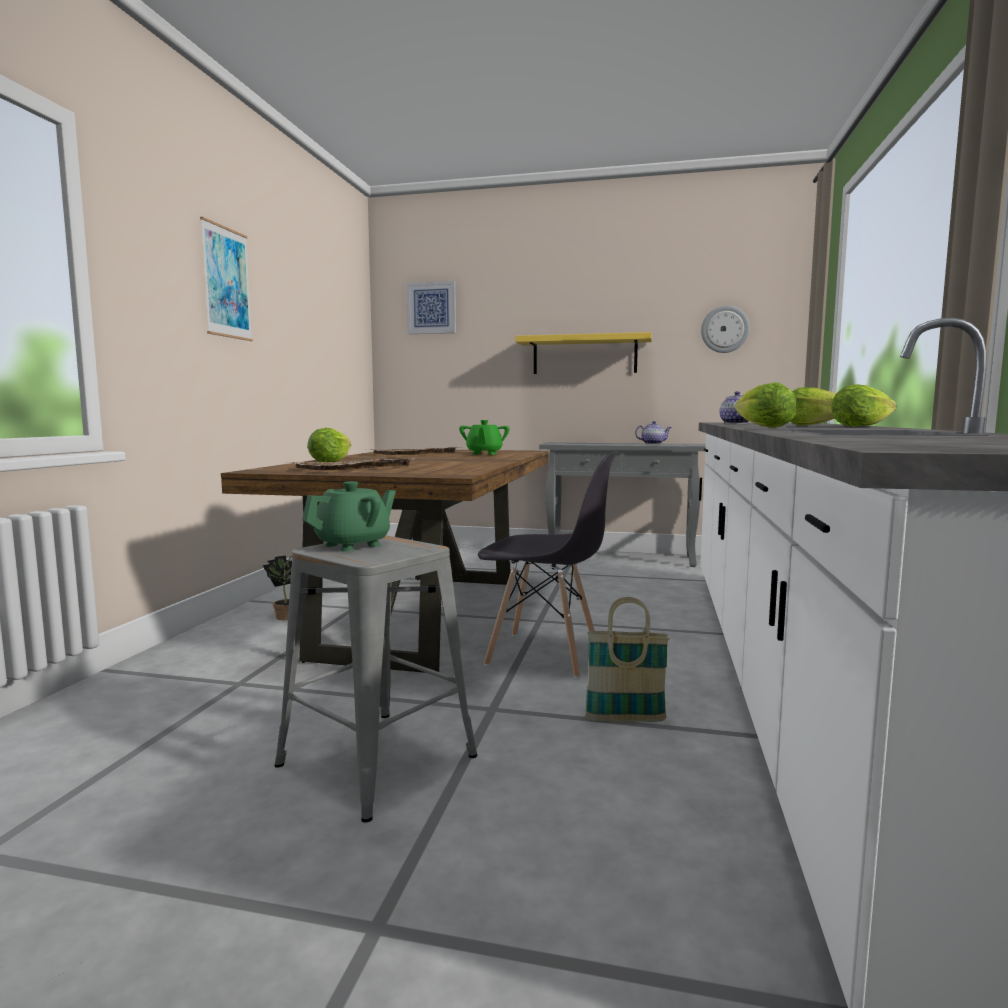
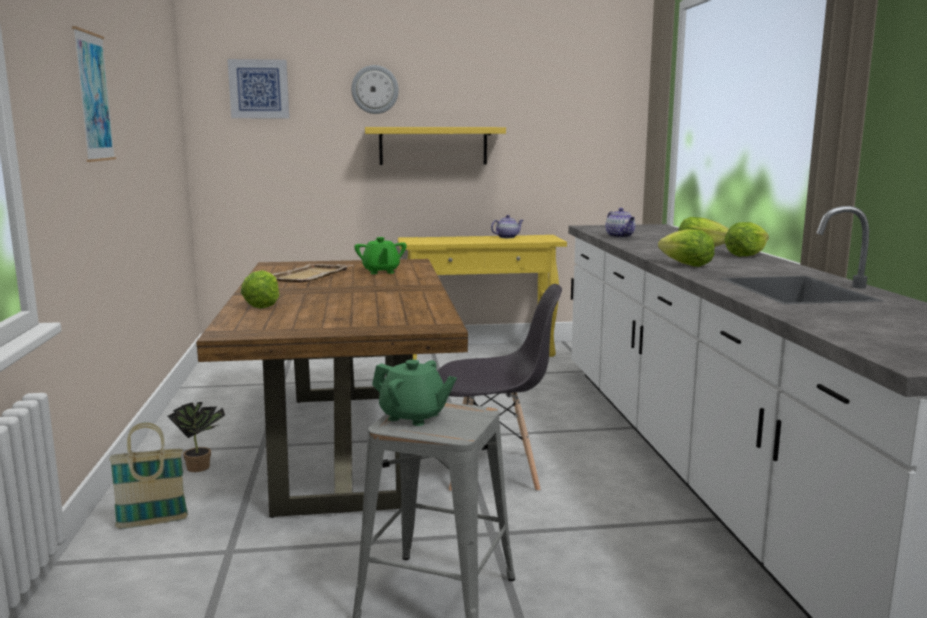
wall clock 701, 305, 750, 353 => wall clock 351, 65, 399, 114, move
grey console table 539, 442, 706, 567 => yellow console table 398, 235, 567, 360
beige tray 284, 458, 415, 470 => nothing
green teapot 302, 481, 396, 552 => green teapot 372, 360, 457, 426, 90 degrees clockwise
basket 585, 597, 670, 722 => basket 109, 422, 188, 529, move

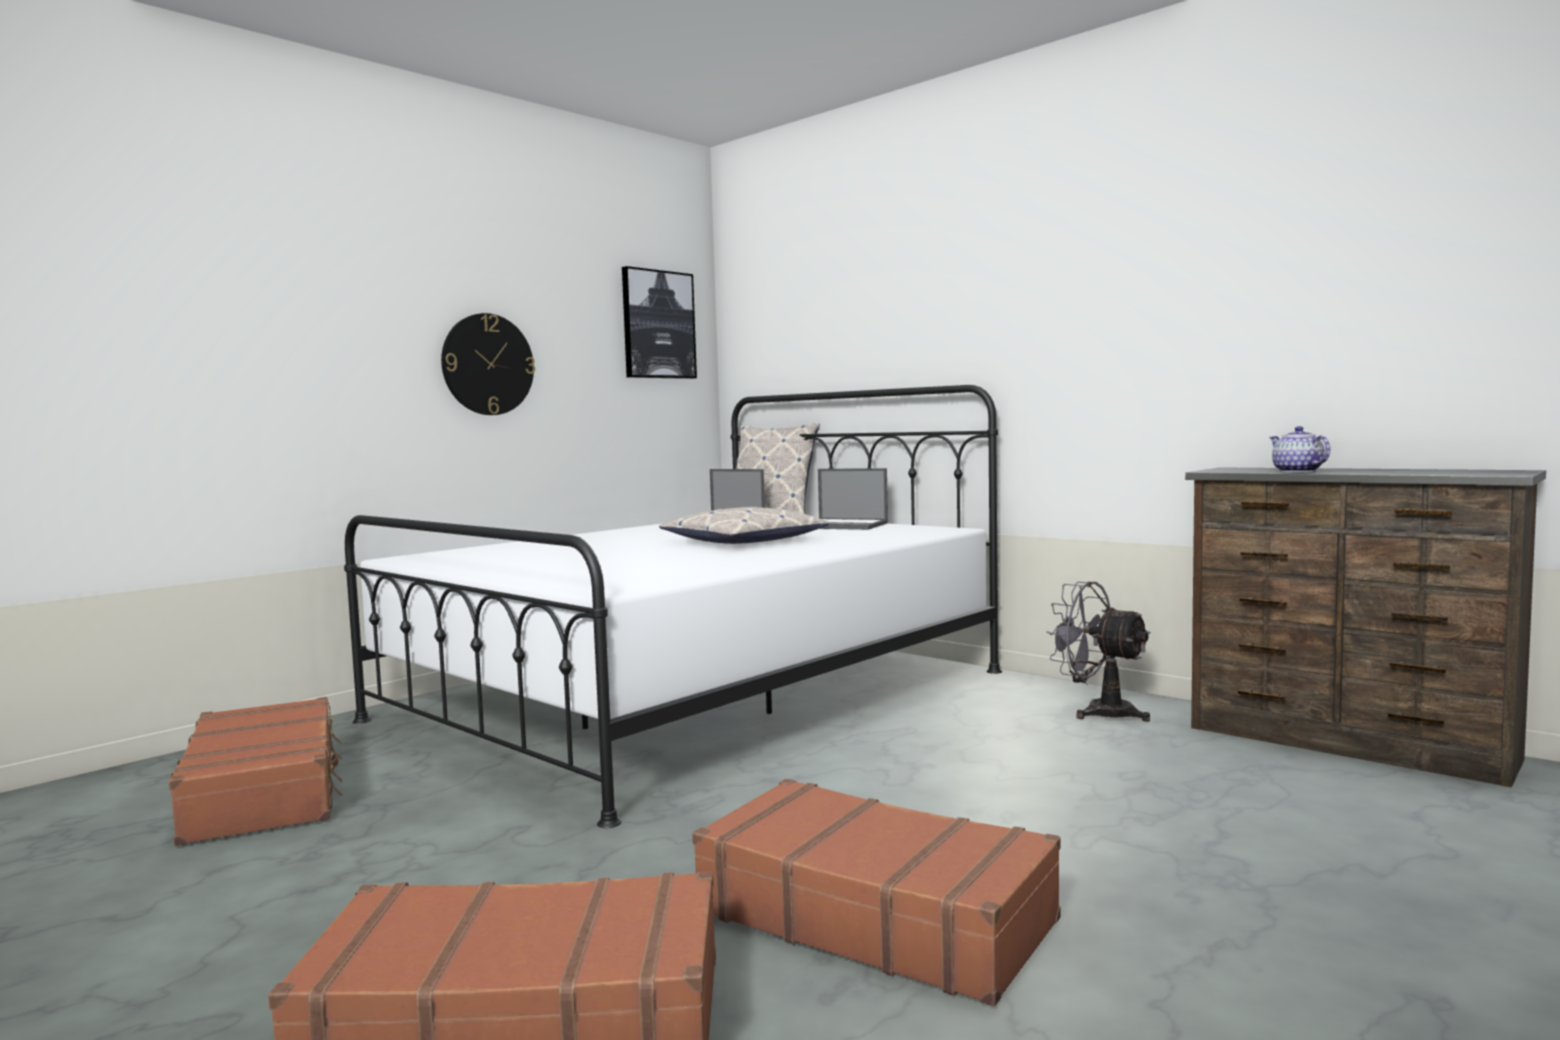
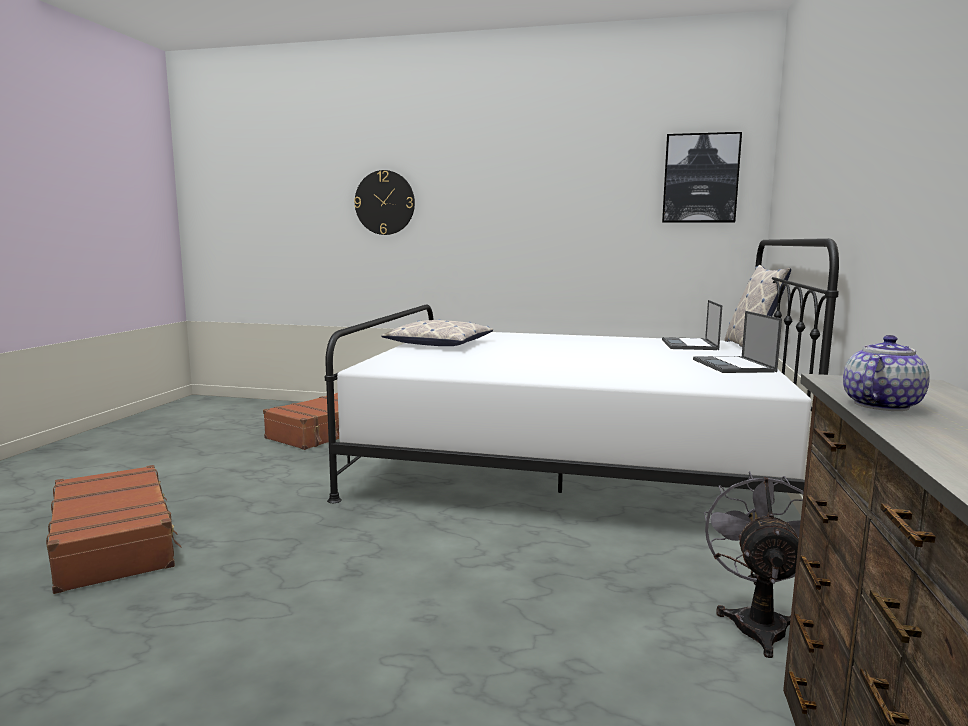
wall clock 441, 313, 535, 415 => wall clock 354, 170, 415, 235, move
pillow 659, 506, 830, 544 => pillow 381, 319, 493, 346, move
brown suitcase 692, 779, 1060, 1006 => nothing

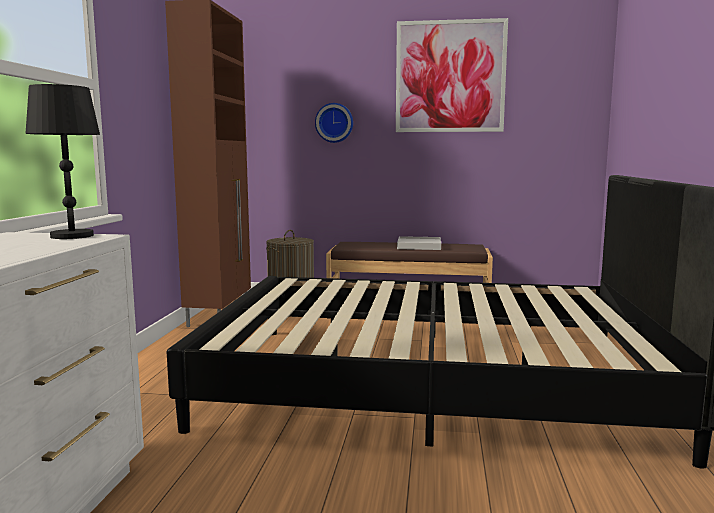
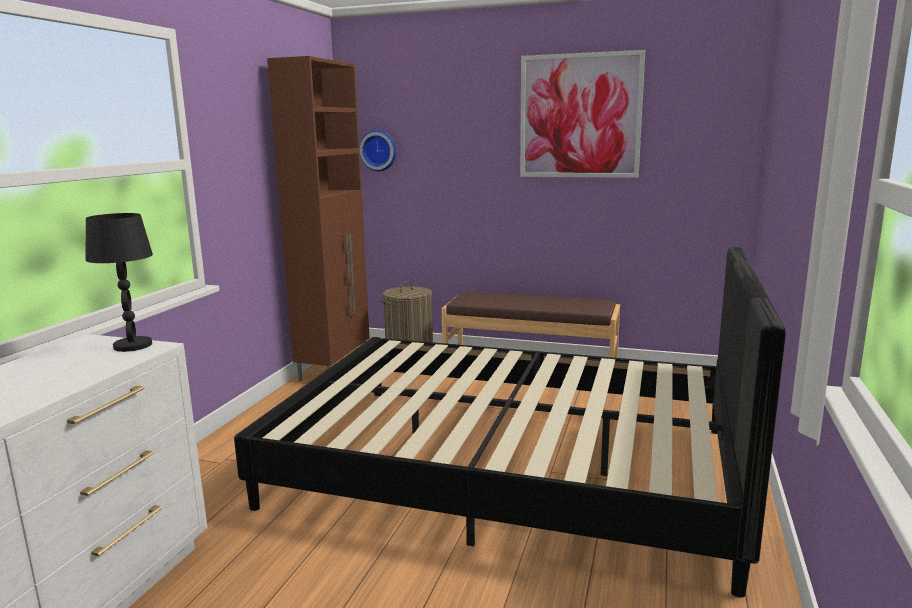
wall clock 315, 103, 353, 143 => wall clock 359, 130, 396, 171, move
white tray 397, 236, 441, 250 => nothing

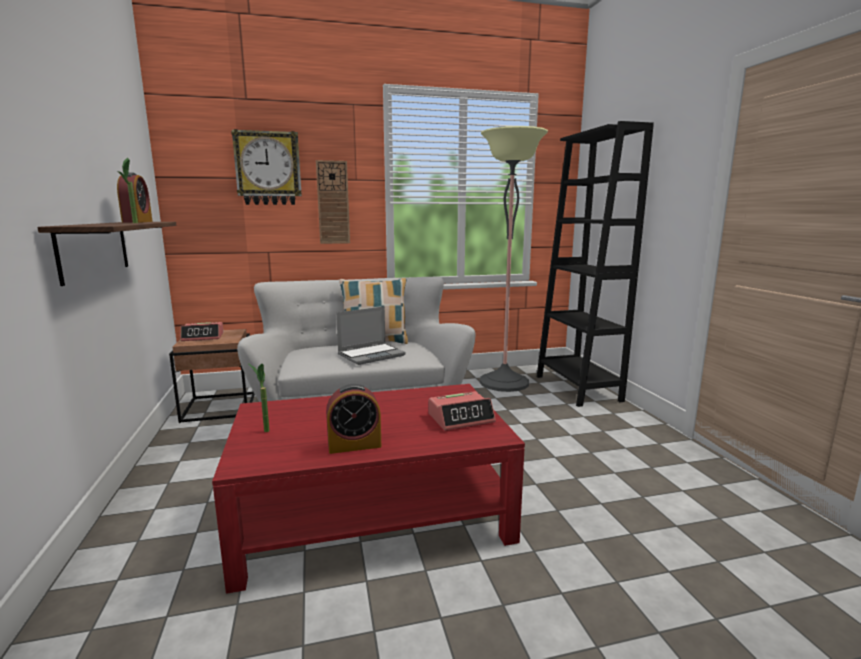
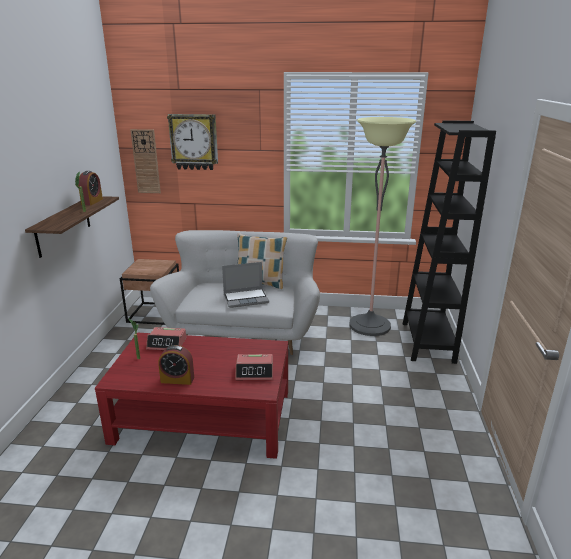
wall clock 316, 160, 350, 244 => wall clock 130, 129, 161, 193, move
alarm clock 180, 322, 224, 341 => alarm clock 146, 327, 186, 350, move

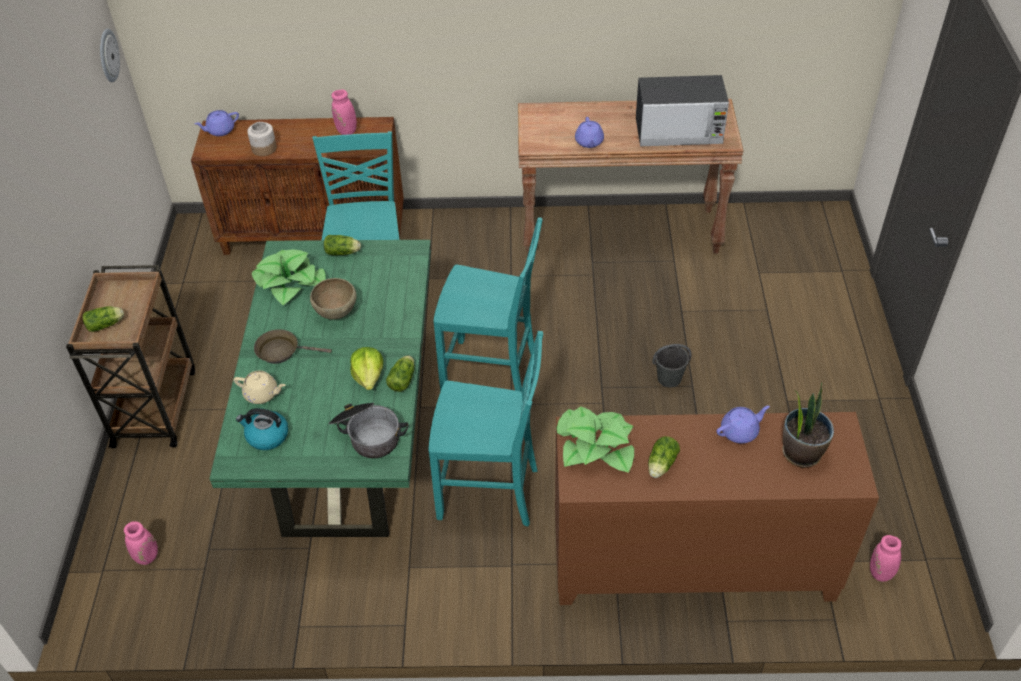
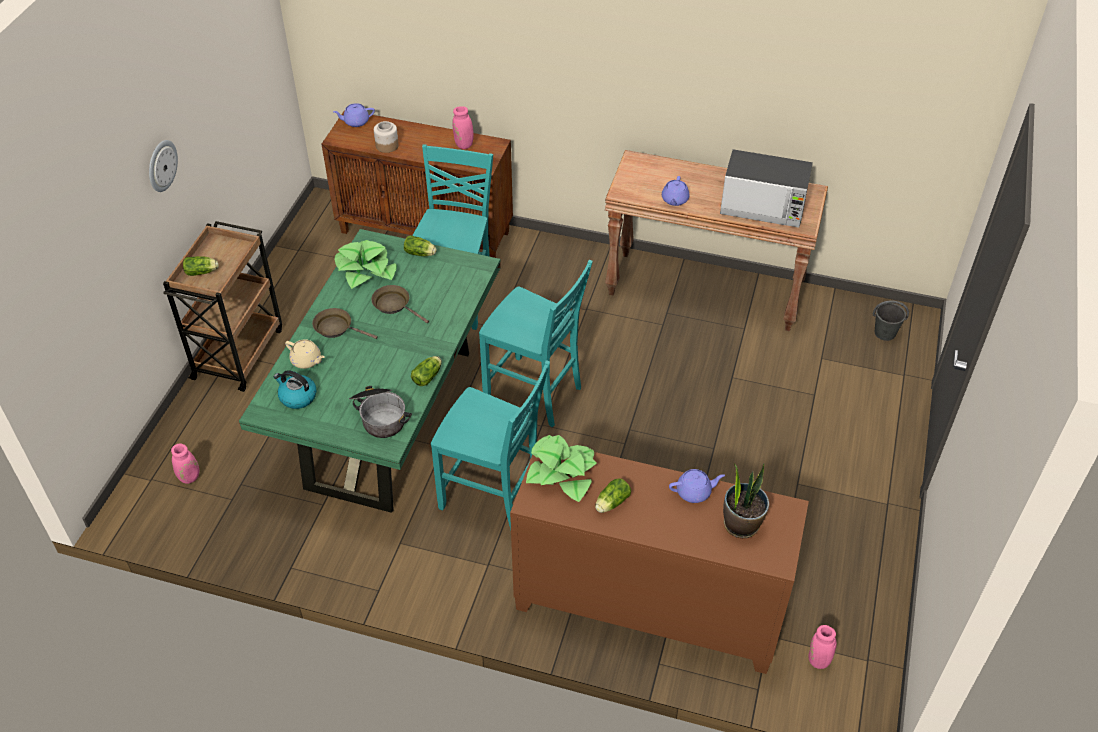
wall clock 100, 29, 120, 82 => wall clock 149, 140, 178, 192, move
brown bowl 310, 278, 357, 319 => brown frying pan 371, 285, 429, 323
grey bucket 652, 344, 691, 388 => grey bucket 873, 301, 909, 341, move
lettuce 350, 347, 383, 390 => nothing

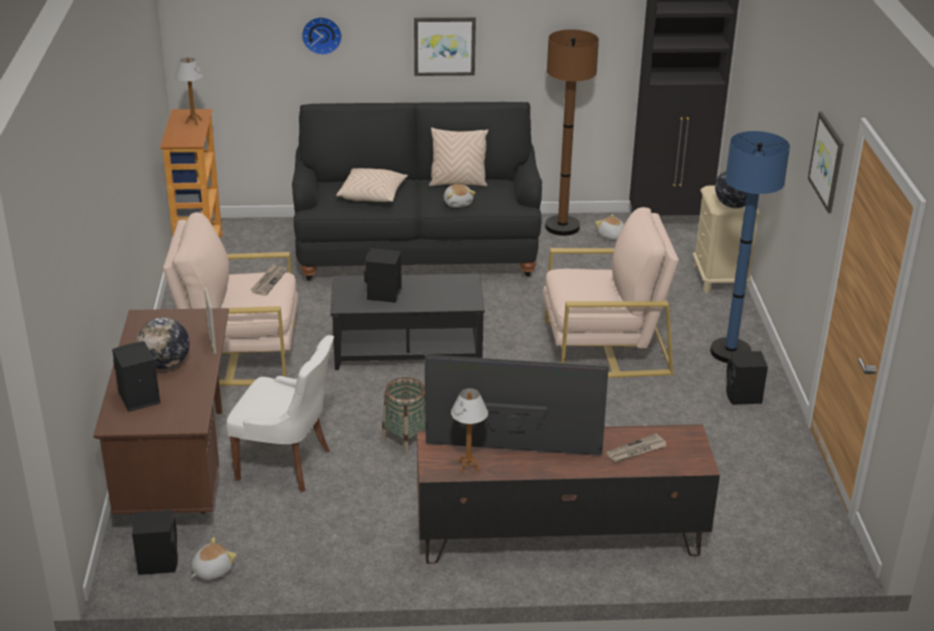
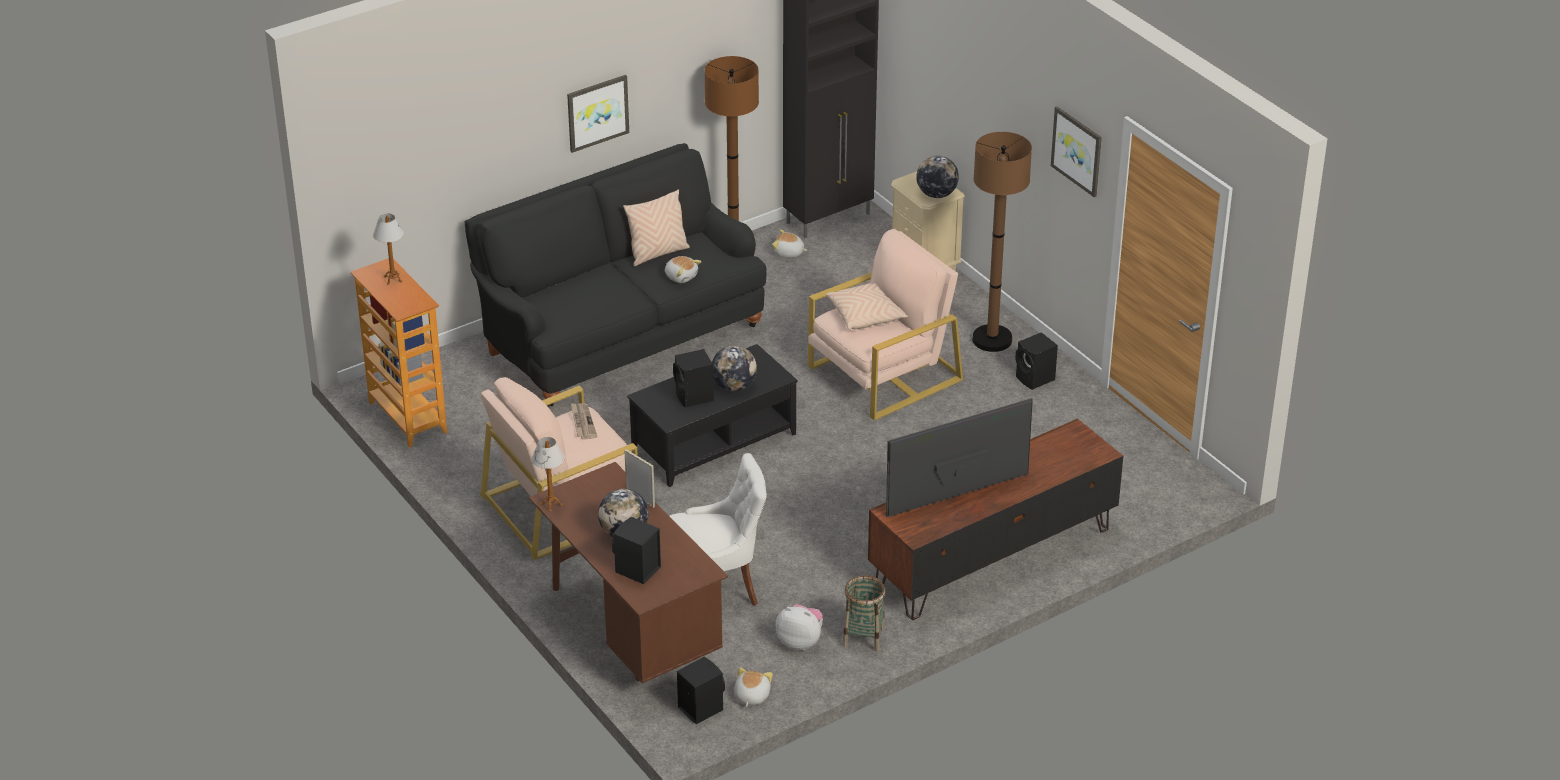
wall clock 302, 17, 342, 55 => nothing
blue floor lamp 710, 131, 790, 363 => brown floor lamp 972, 132, 1032, 352
beige pillow 336, 168, 408, 202 => beige pillow 826, 283, 908, 330, move
basket 381, 377, 426, 455 => basket 842, 575, 885, 652, move
table lamp 451, 388, 488, 473 => table lamp 531, 437, 565, 512, move
newspaper 606, 434, 667, 462 => nothing
nothing => globe 712, 345, 757, 391
nothing => plush toy 776, 604, 823, 650

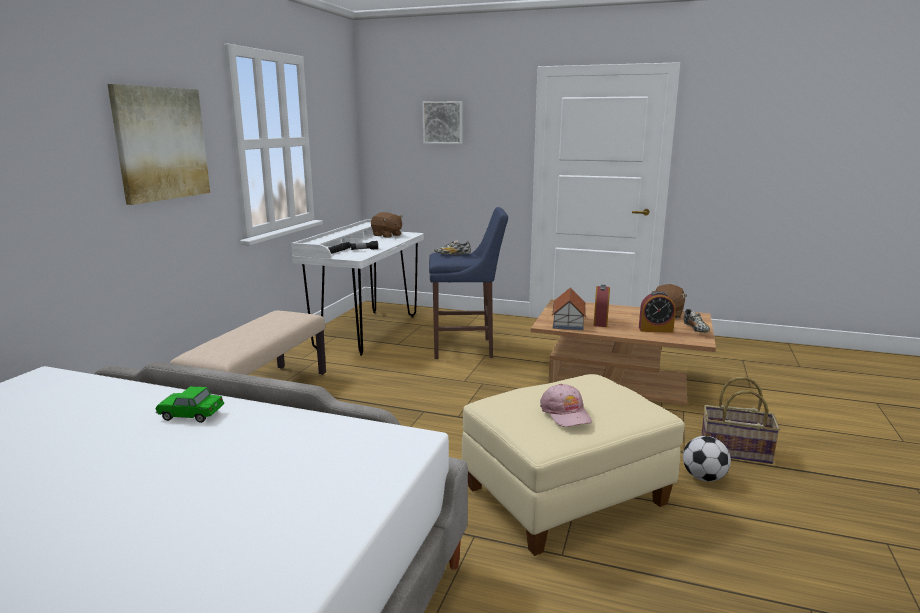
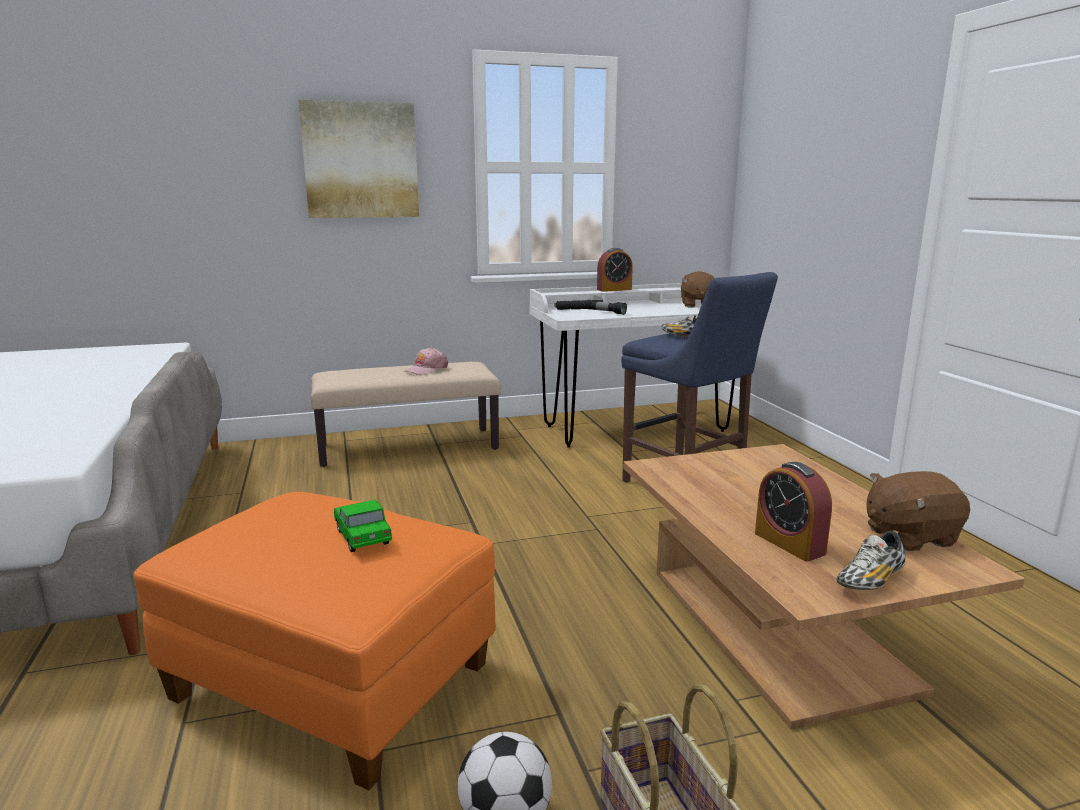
picture 423, 101, 462, 144 => nothing
alarm clock 594, 285, 610, 327 => alarm clock 597, 248, 633, 292, move
toy house 552, 287, 586, 330 => nothing
beige ottoman 462, 374, 685, 556 => orange ottoman 133, 492, 496, 790
pink cap 540, 384, 592, 427 => pink cap 405, 347, 448, 375, move
toy car 156, 386, 224, 423 => toy car 334, 500, 392, 552, move

